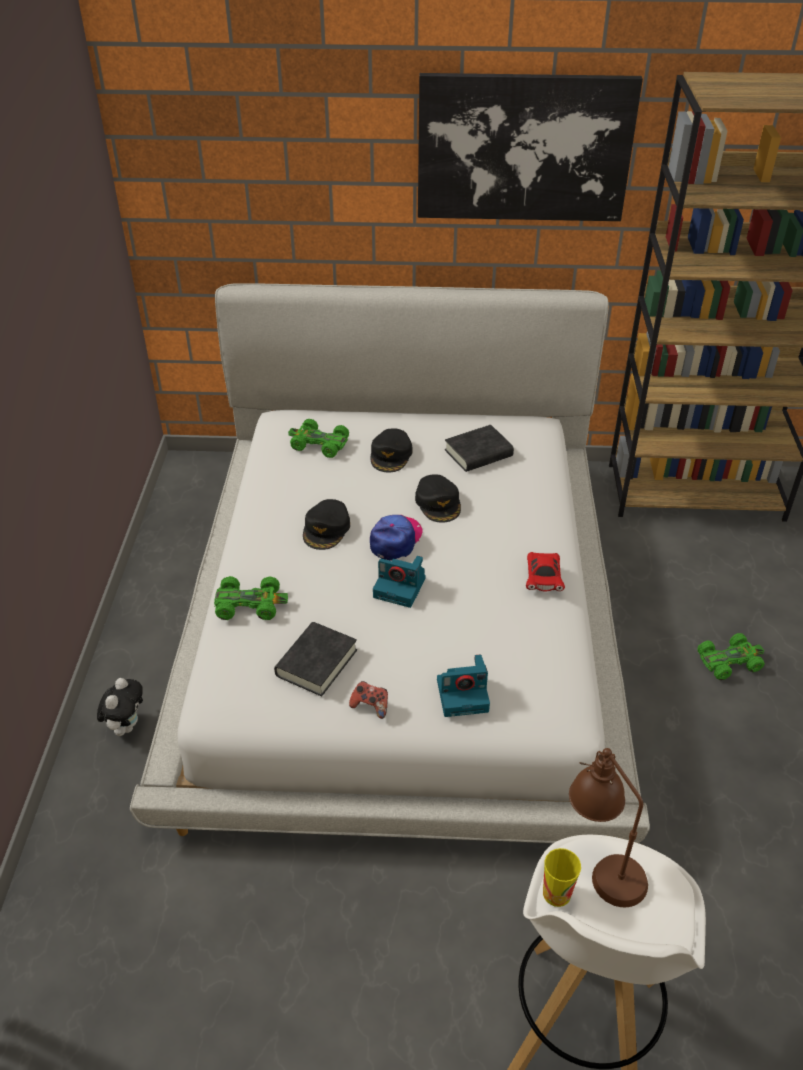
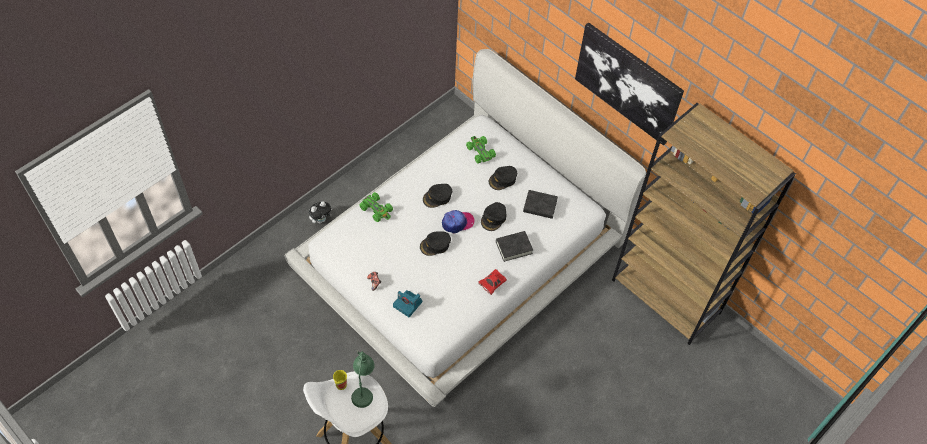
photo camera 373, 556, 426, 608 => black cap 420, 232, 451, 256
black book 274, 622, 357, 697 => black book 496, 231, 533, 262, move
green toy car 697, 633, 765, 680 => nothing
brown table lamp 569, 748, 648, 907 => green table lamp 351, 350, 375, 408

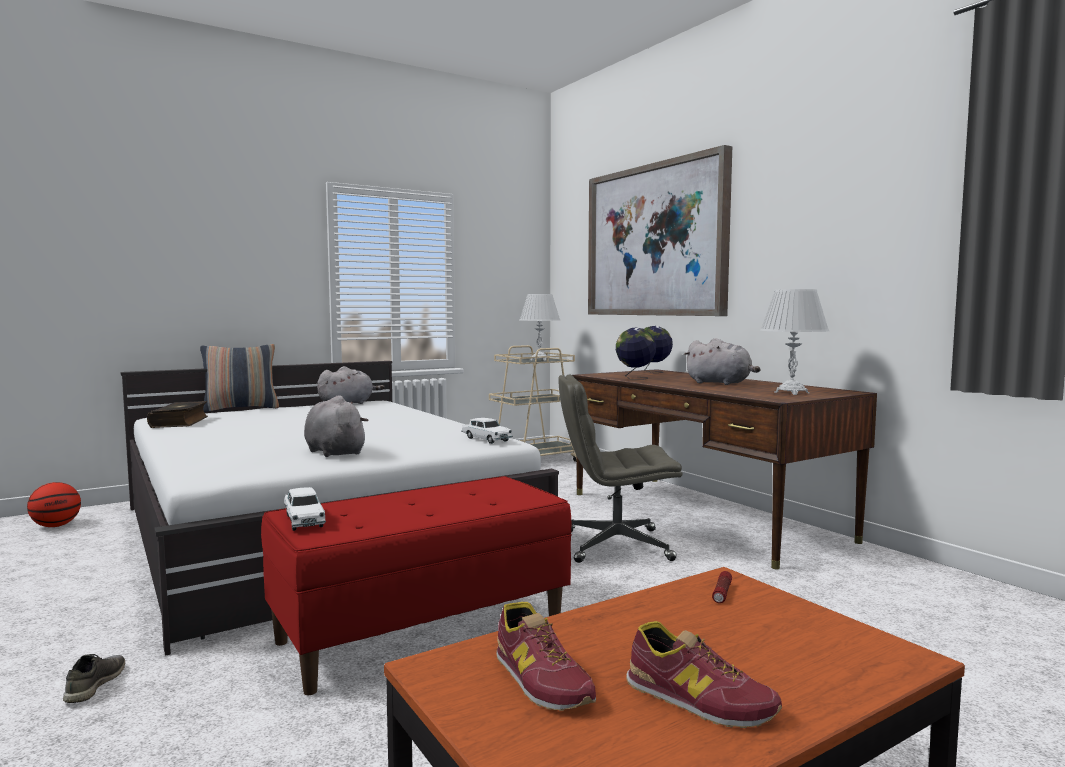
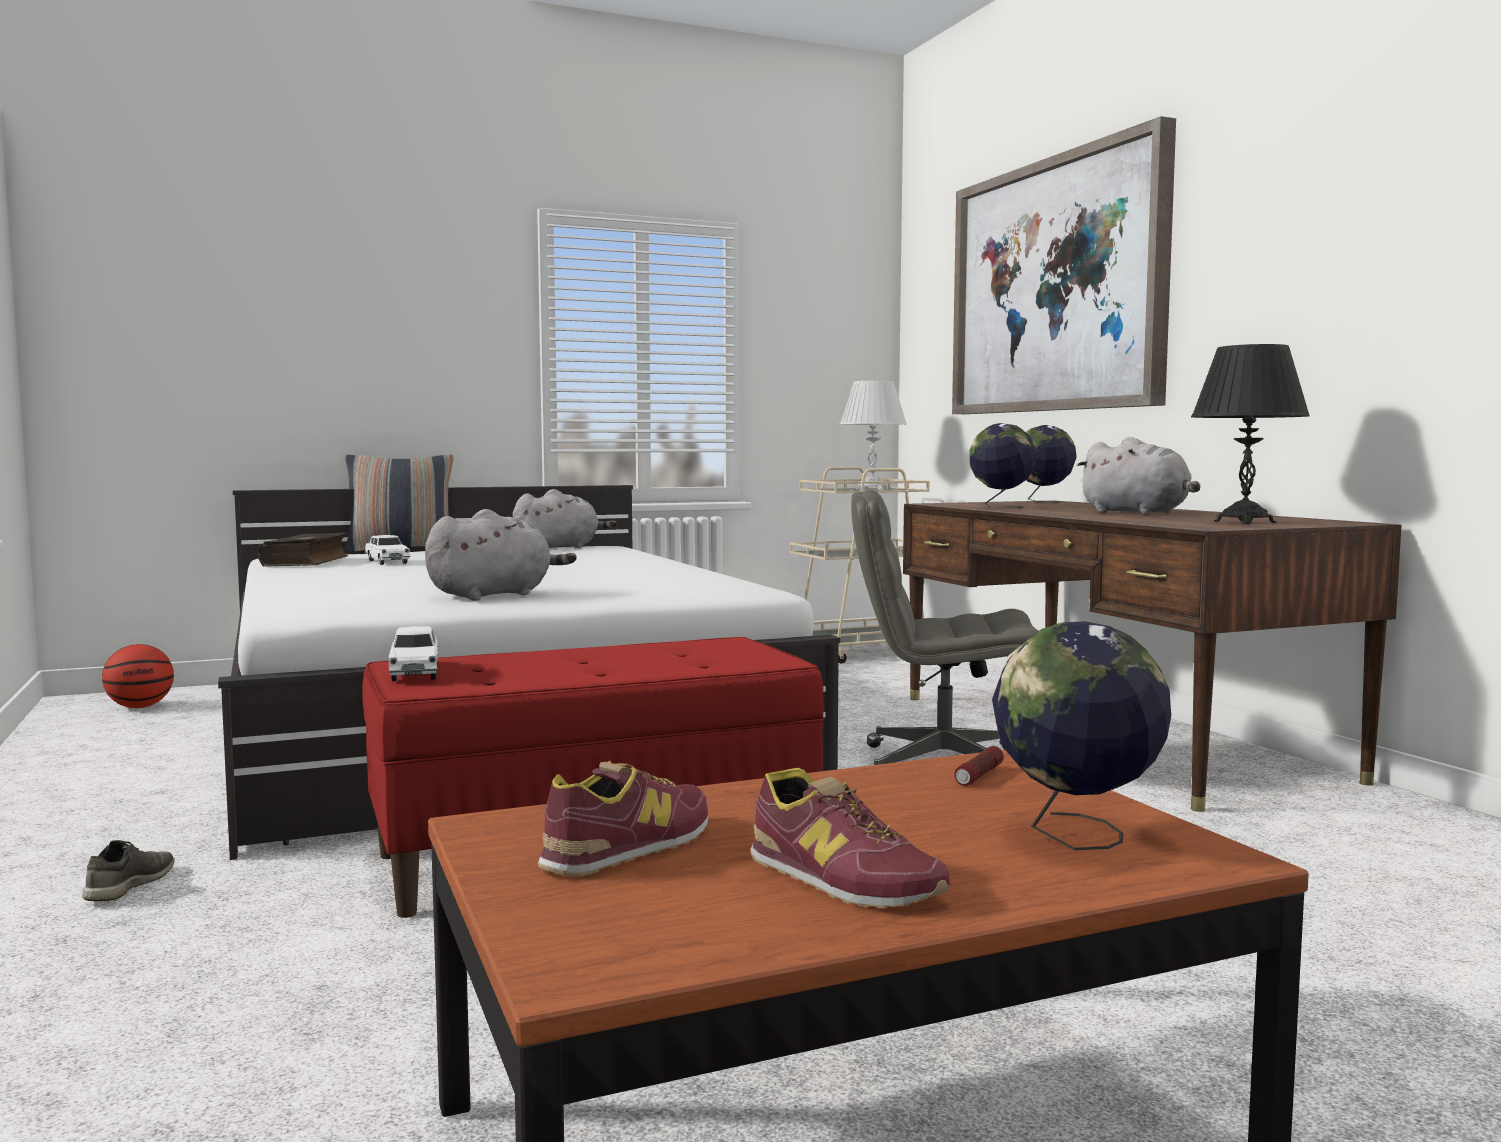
white table lamp 760, 289, 829, 395 => black table lamp 1191, 344, 1310, 524
grey plush toy 304, 395, 368, 457 => grey plush toy 425, 509, 576, 601, 75 degrees clockwise
white toy car 461, 418, 513, 444 => white toy car 365, 535, 411, 565, move
shoe 496, 602, 596, 711 => shoe 538, 761, 708, 877, 120 degrees counterclockwise
nothing => globe 992, 621, 1171, 850

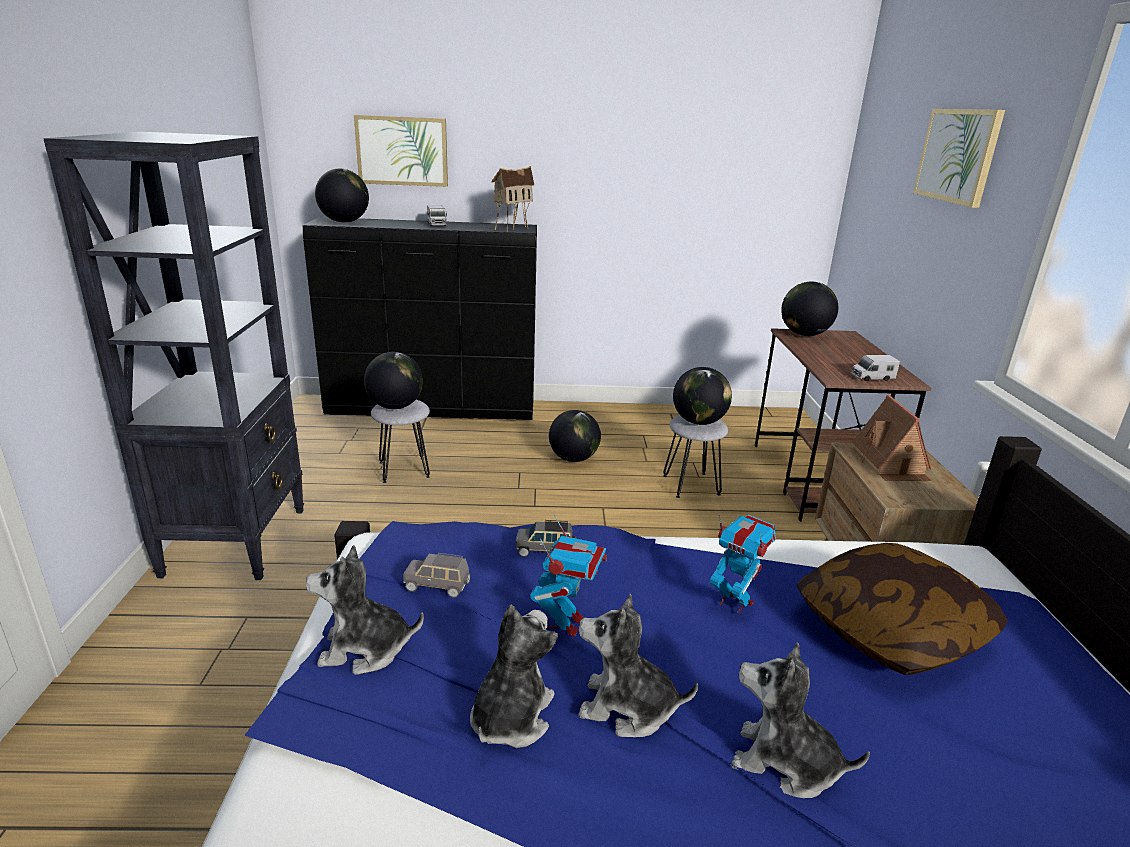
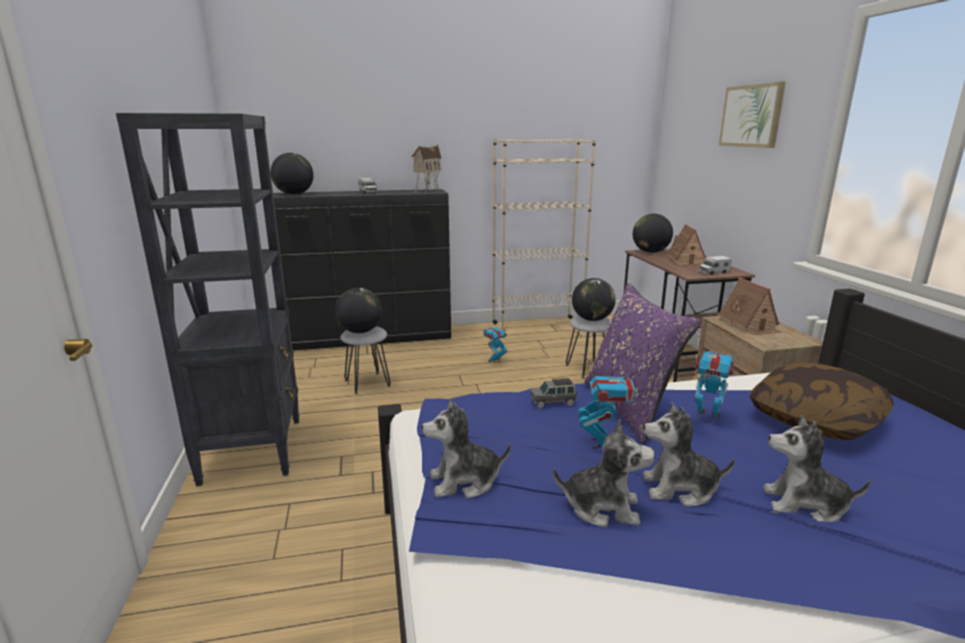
picture 354, 115, 448, 187 => nothing
globe 549, 410, 601, 462 => toy robot 483, 327, 507, 364
grey toy car 403, 553, 470, 598 => nothing
plush toy 470, 605, 558, 748 => plush toy 553, 419, 655, 527, 90 degrees clockwise
nothing => beige bookcase 492, 139, 596, 337
nothing => toy house 668, 224, 706, 266
nothing => purple pillow 584, 283, 702, 444

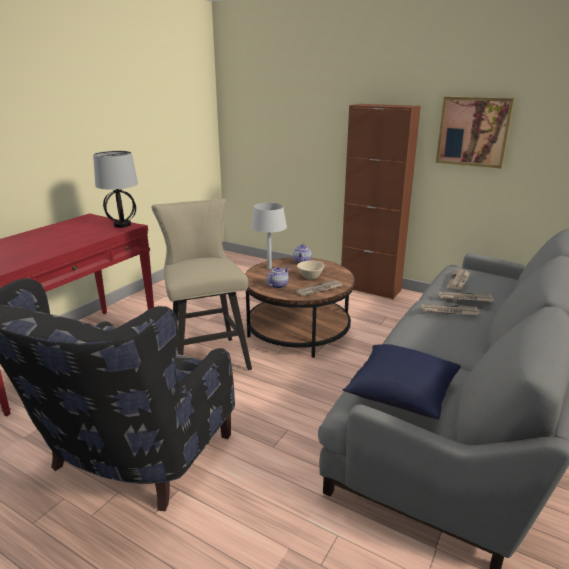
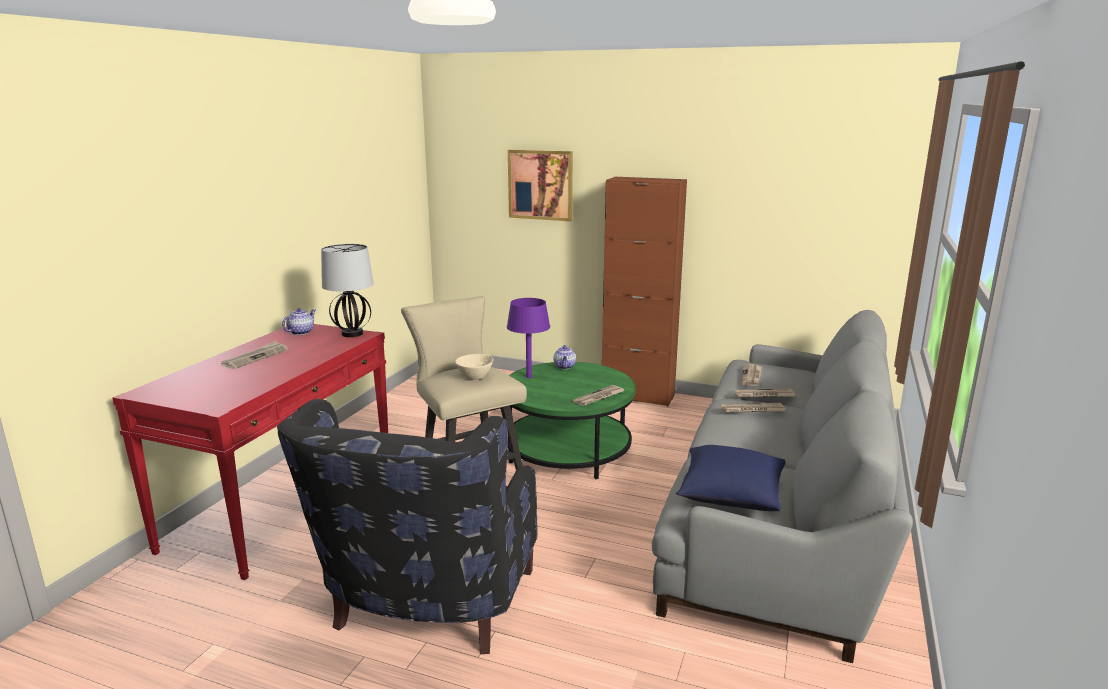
picture 436, 96, 514, 168 => picture 508, 150, 573, 221, move
grey table lamp 251, 203, 287, 269 => purple table lamp 507, 298, 550, 378
brown coffee table 245, 258, 355, 358 => green coffee table 507, 362, 636, 479
beige bowl 297, 261, 324, 279 => beige bowl 455, 354, 493, 380, move
teapot 266, 266, 290, 289 => teapot 282, 308, 315, 335, move
nothing => newspaper 221, 341, 288, 369

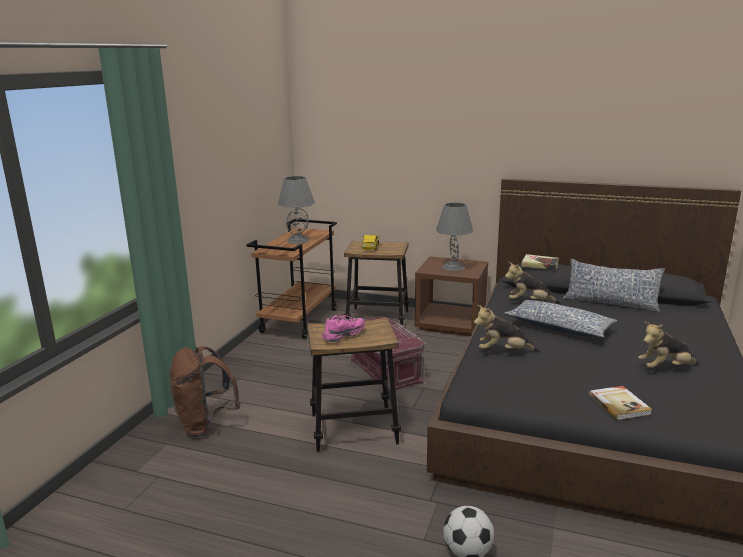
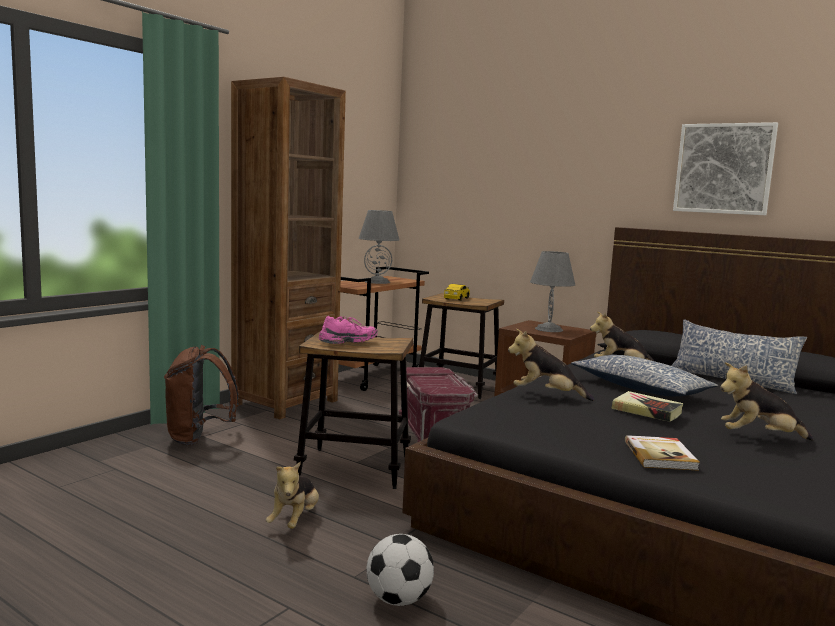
book 521, 254, 559, 270 => book 611, 391, 683, 422, move
nothing => brown bookcase 231, 77, 346, 419
nothing => picture 673, 122, 778, 215
nothing => plush toy 266, 462, 319, 529

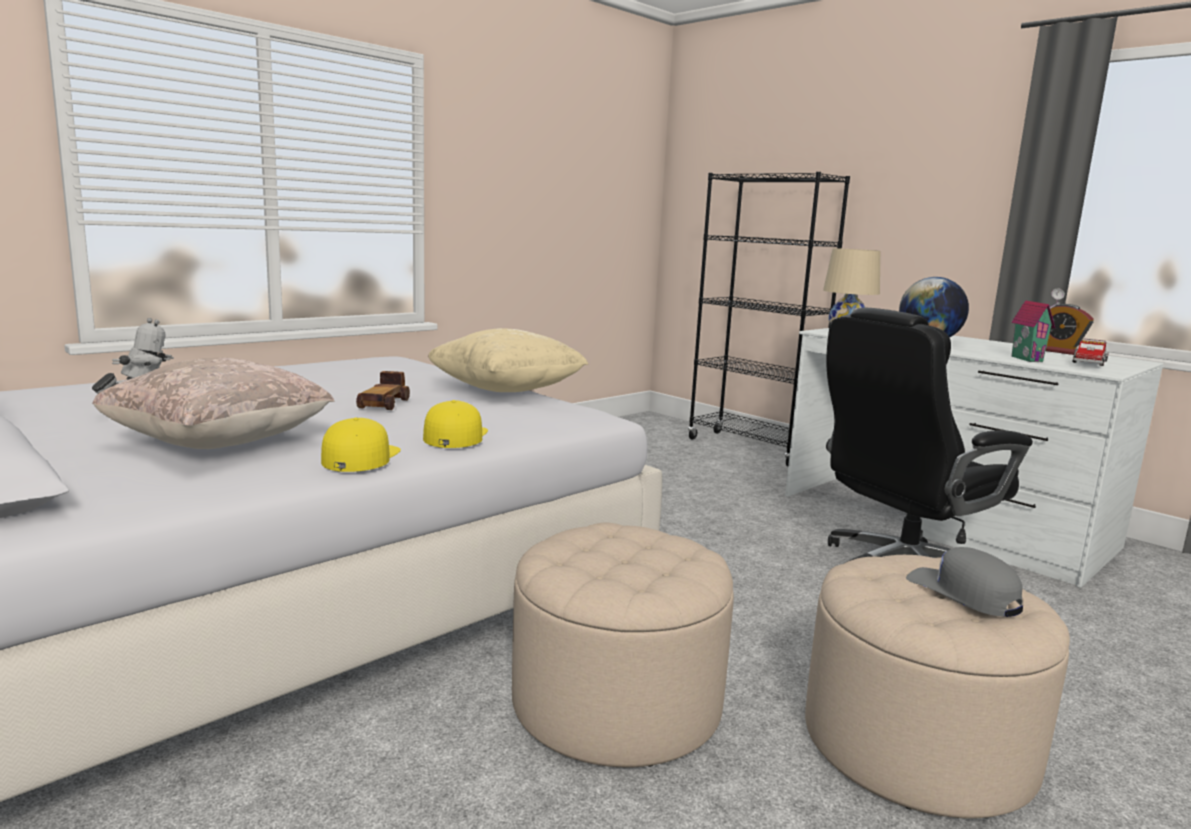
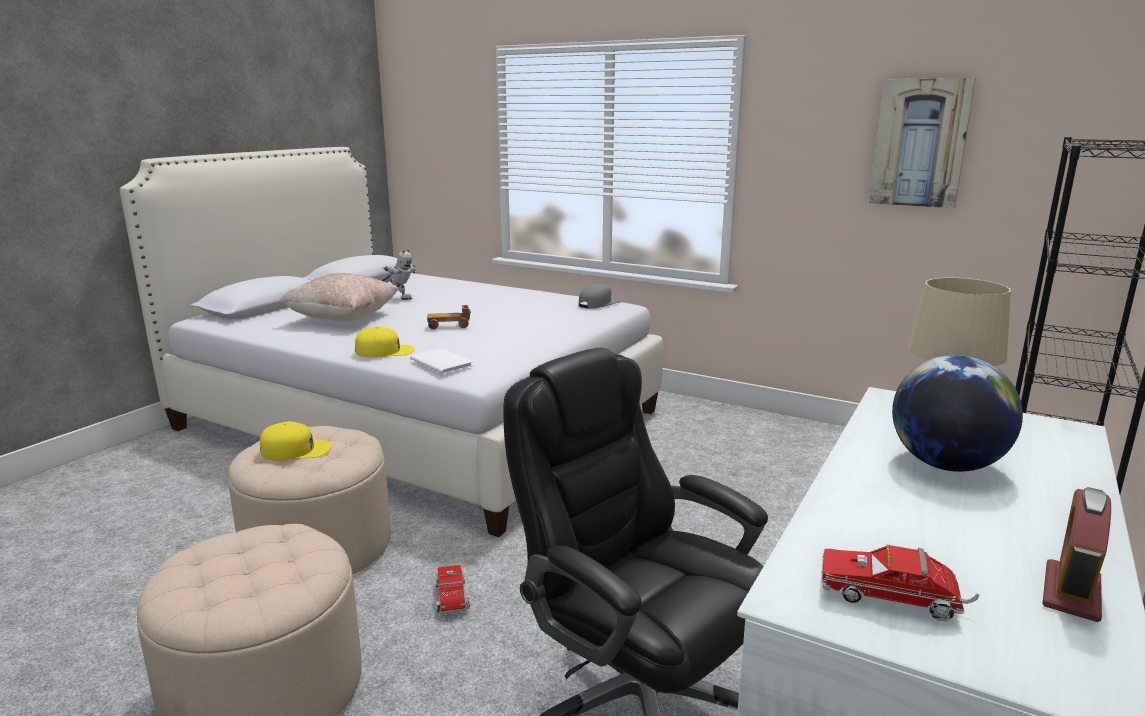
toy house 1011, 288, 1065, 362 => nothing
beige pillow 428, 328, 589, 392 => nothing
yellow cap 321, 418, 401, 472 => yellow cap 260, 422, 331, 461, move
grey cap 906, 547, 1023, 617 => grey cap 579, 284, 621, 309, move
nothing => picture 869, 78, 976, 208
nothing => white book 410, 348, 473, 374
nothing => toy truck 436, 565, 470, 616

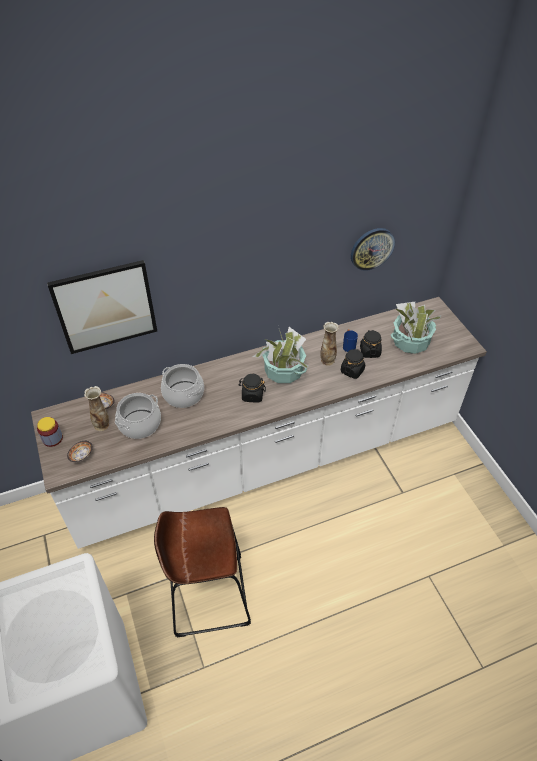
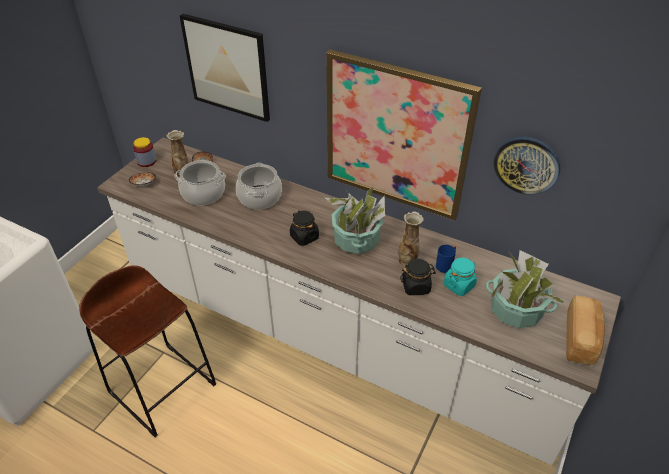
black jar 360, 330, 382, 358 => turquoise jar 444, 258, 477, 296
nothing => picture 326, 49, 482, 221
nothing => bread 566, 295, 605, 365

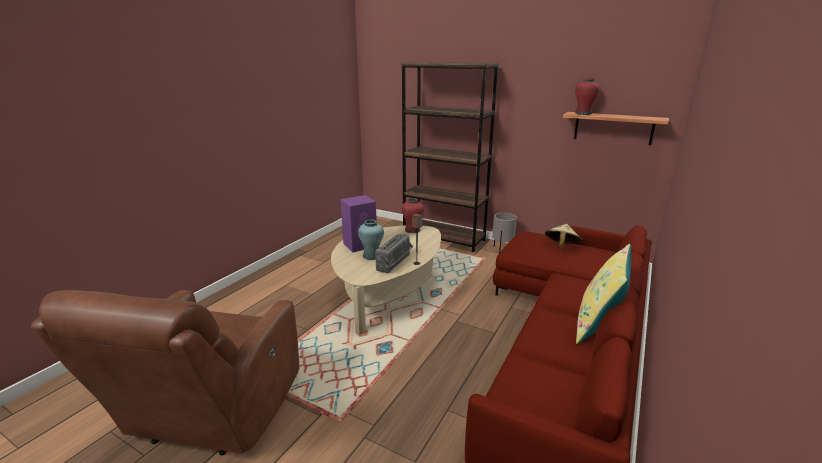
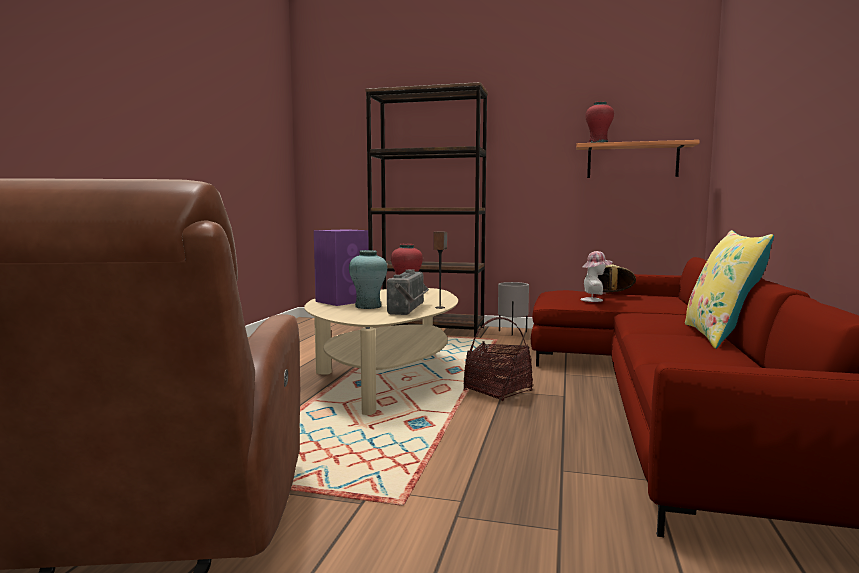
nothing => hat 581, 251, 612, 302
nothing => basket 464, 317, 533, 401

